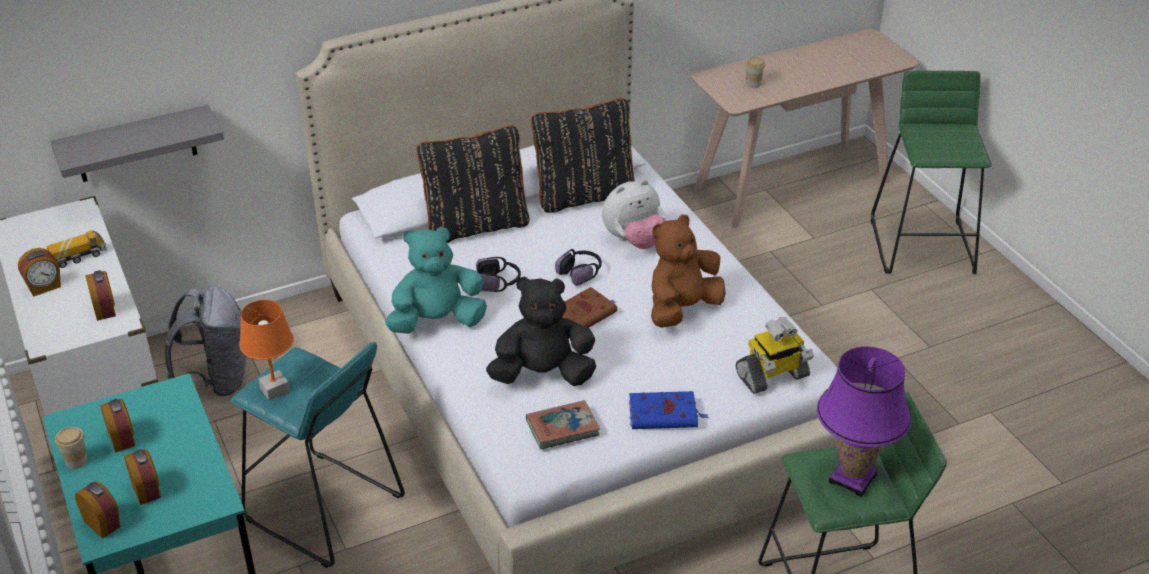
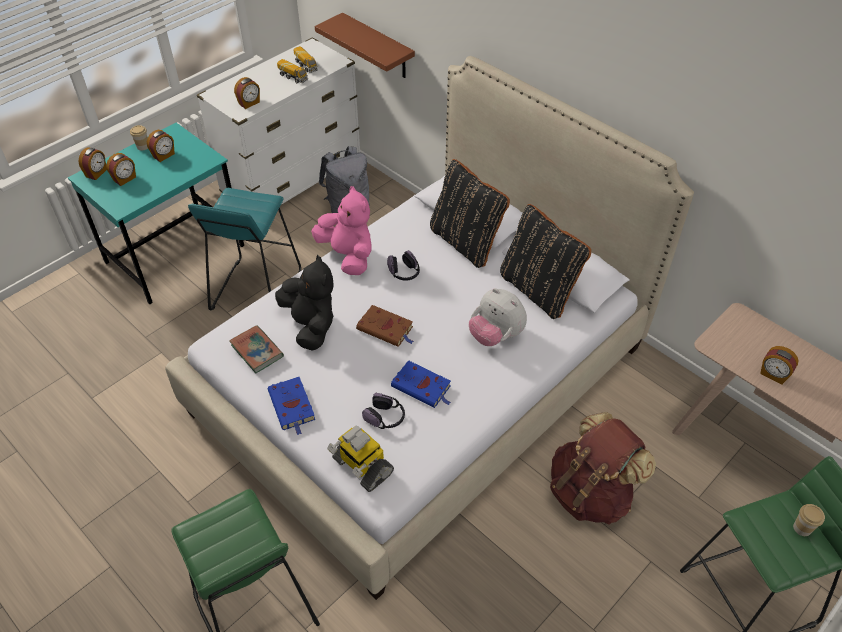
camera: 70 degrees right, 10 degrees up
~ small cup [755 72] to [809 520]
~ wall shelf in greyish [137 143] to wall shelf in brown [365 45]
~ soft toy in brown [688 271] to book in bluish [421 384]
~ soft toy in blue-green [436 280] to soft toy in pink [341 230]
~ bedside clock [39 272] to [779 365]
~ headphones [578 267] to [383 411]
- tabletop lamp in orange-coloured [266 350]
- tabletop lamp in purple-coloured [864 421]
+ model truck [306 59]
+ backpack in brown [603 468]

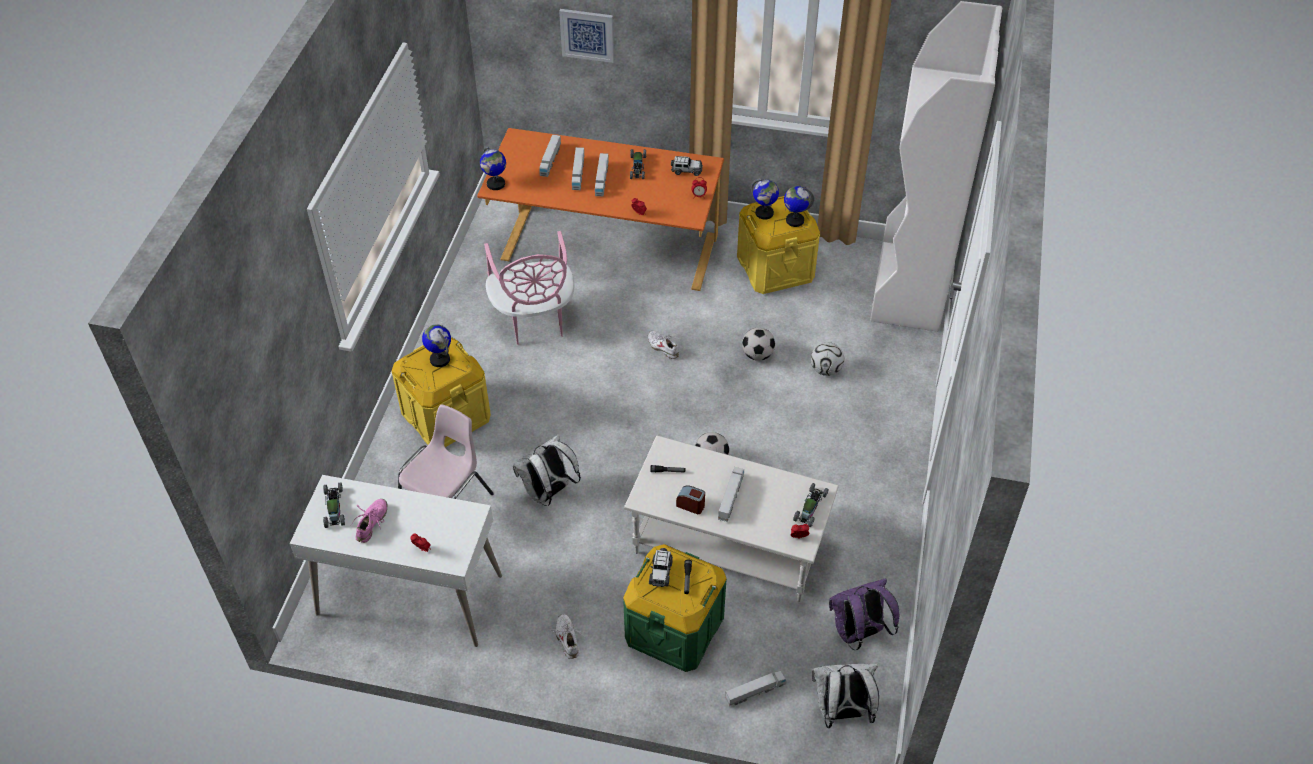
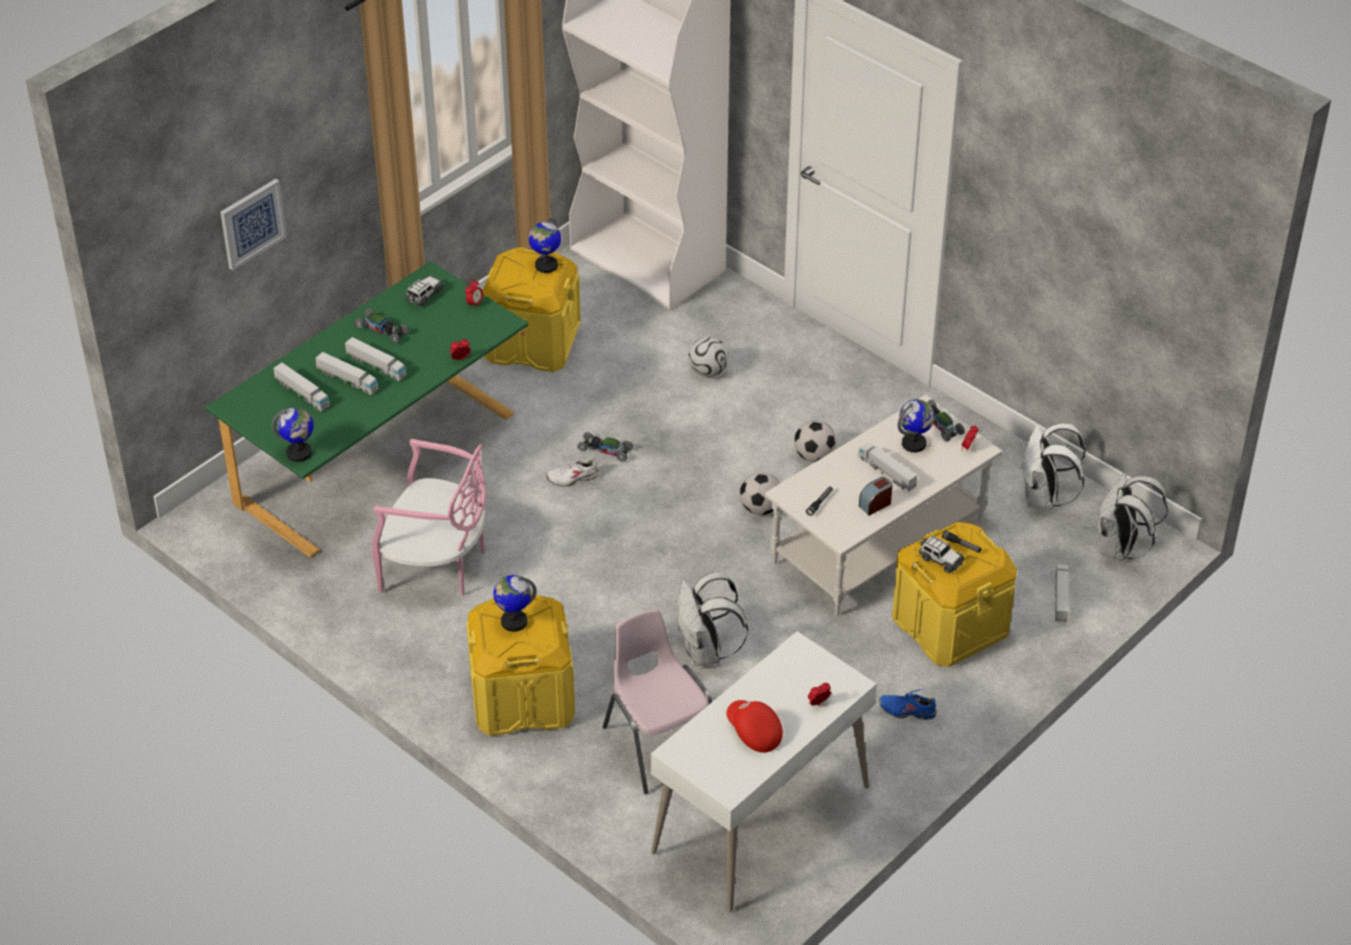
camera: 60 degrees left, 5 degrees down
~ desk in orange-coloured [600 209] to desk in green [366 409]
~ globe [765 199] to [916 426]
~ football ball [758 344] to [815 441]
~ miniature car [334 505] to [605 447]
~ item of footwear in pink [369 521] to cap in red-coloured [754 726]
~ storage bin in green [675 608] to storage bin in yellow [954 594]
~ backpack in purple-coloured [864 614] to backpack in white [1052 466]
~ item of footwear in white [567 636] to item of footwear in bluish [908 704]

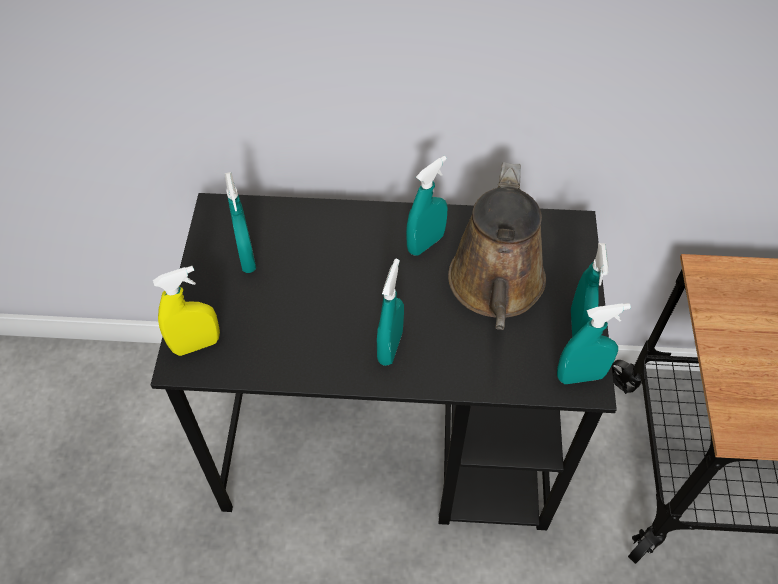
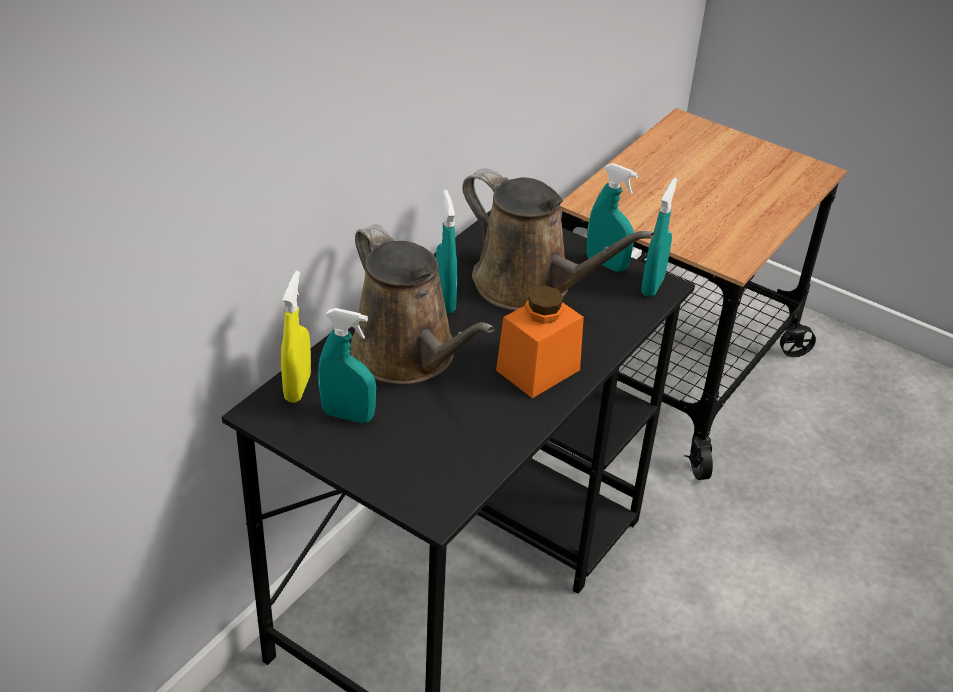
camera: 60 degrees left, 15 degrees down
~ sprayer in blue-green [390 312] to preserve jar in orange-coloured [540 342]
~ sprayer in yellow [186 311] to [296 337]
+ watering pot in brown [422 304]

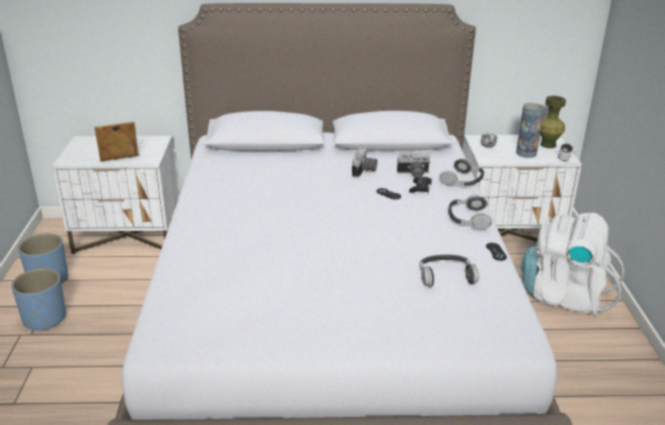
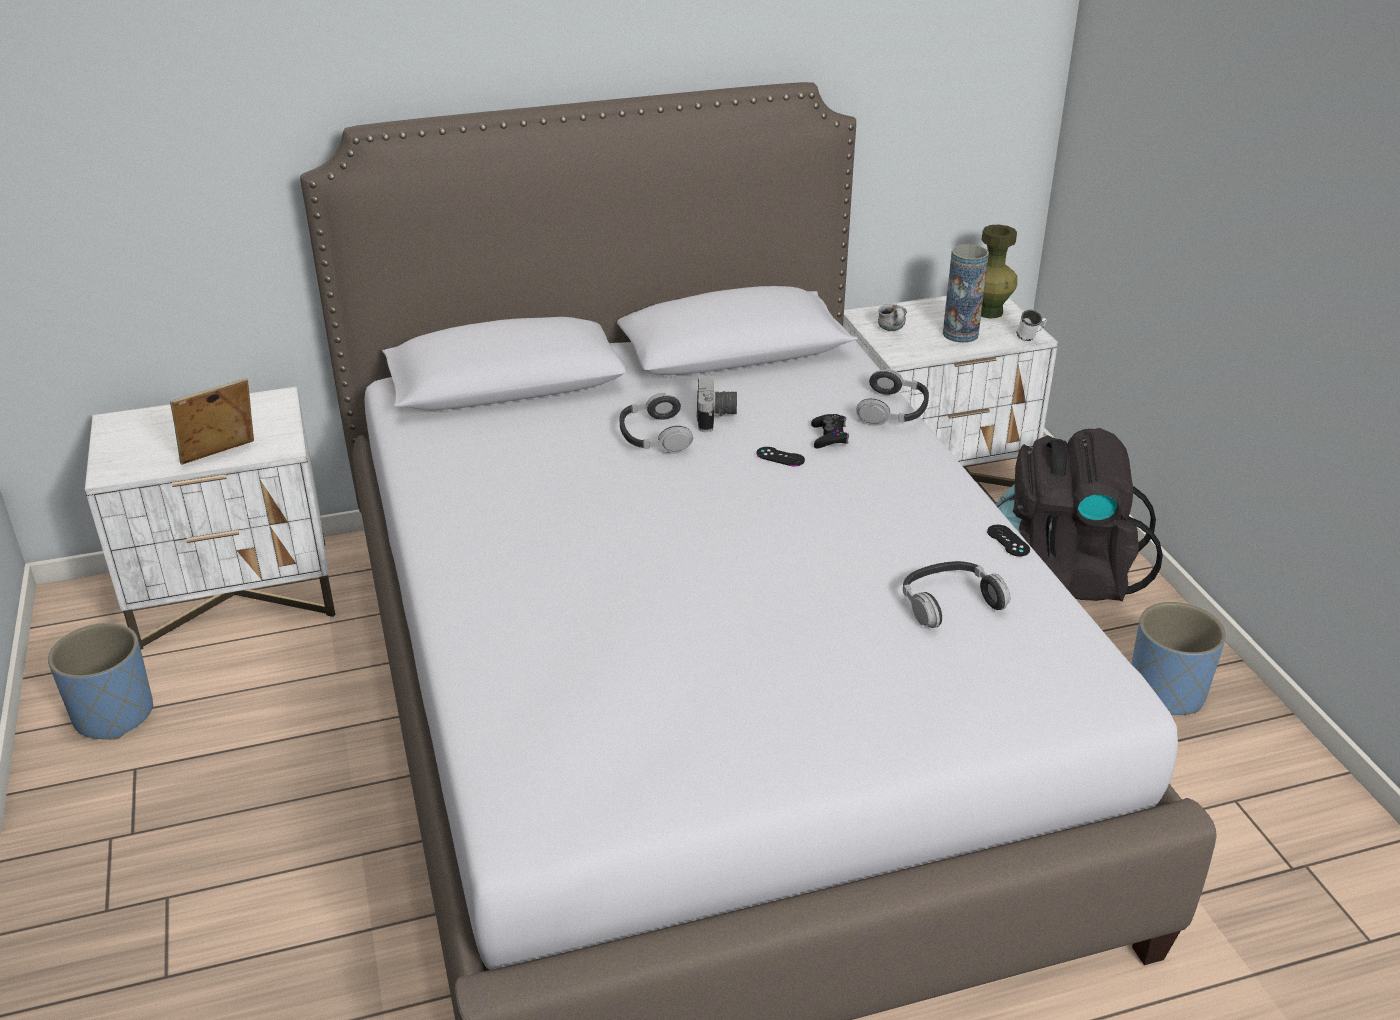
camera: 15 degrees left, 5 degrees up
- still camera [414 165]
~ headphones [470 213] to [657 423]
~ backpack in white [573 264] to backpack in blackish [1079 515]
~ plant pot in bluish [38 299] to [1179 658]

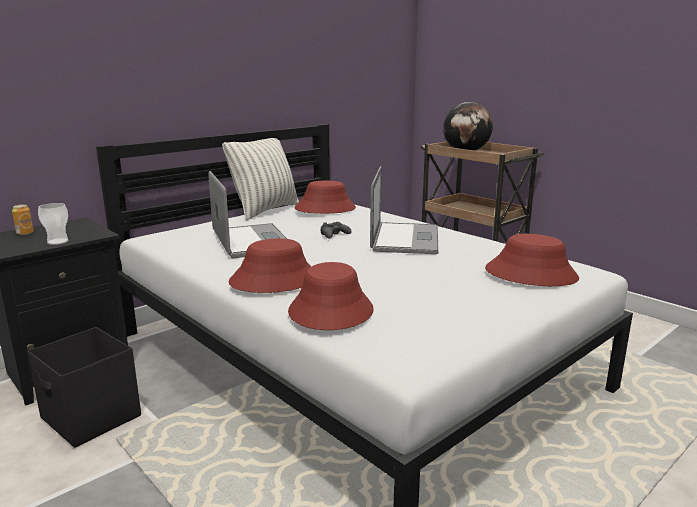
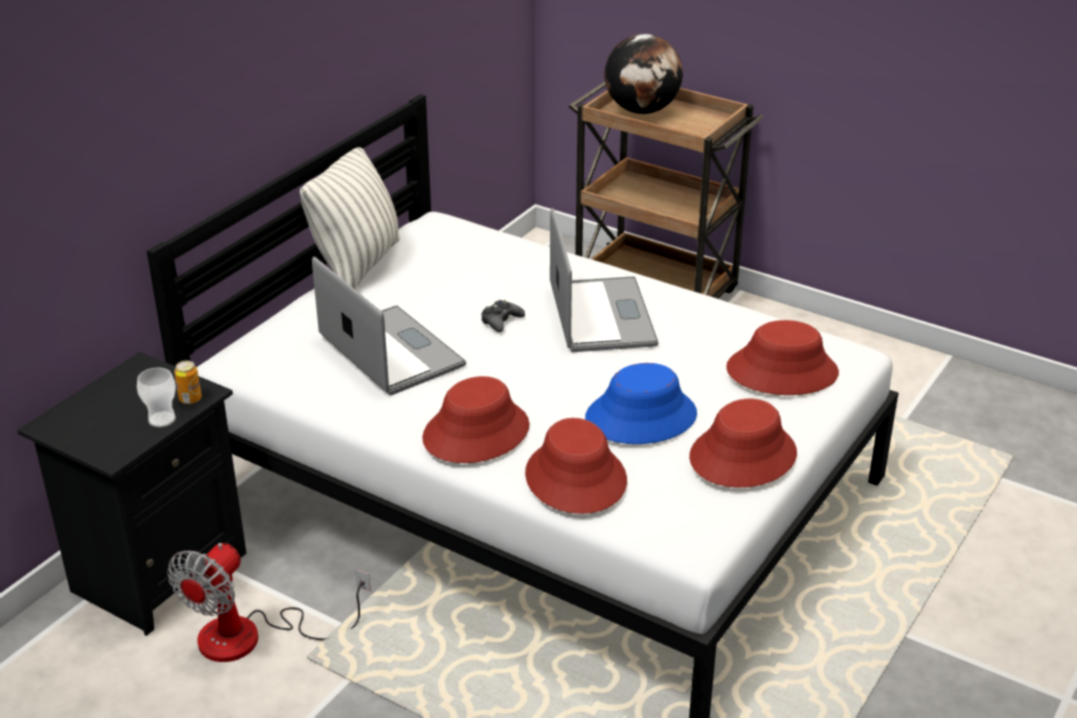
camera: 15 degrees left, 15 degrees up
~ clothing hat in red-coloured [325 197] to [743 443]
~ can [23 219] to [188 382]
~ storage bin in blackish [84 387] to cooling fan [269 602]
+ clothing hat in bluish [641 403]

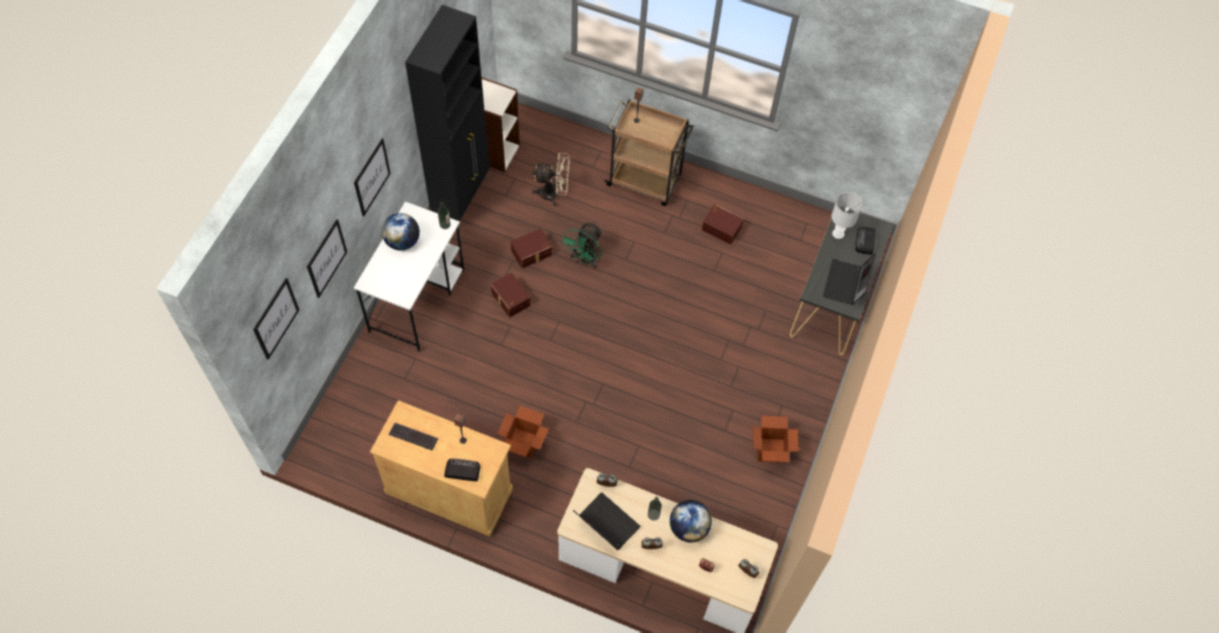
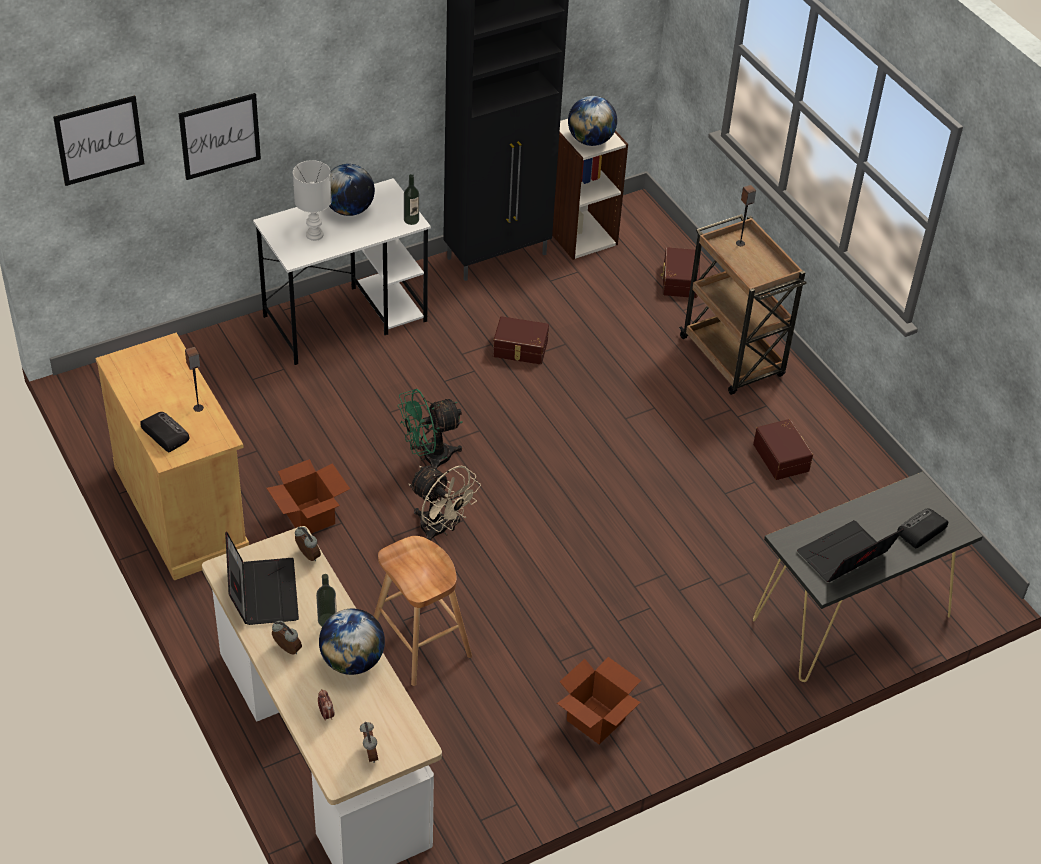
camera: 40 degrees right, 15 degrees down
- wall art [372 177]
~ cooling fan in beige [551 179] to [445 503]
~ tabletop lamp in white [847 215] to [312 200]
~ cooling fan in green [581 245] to [430 429]
~ storage bin in brown [511 295] to [680 272]
- computer keyboard [413 436]
+ globe [592 121]
+ stool in brown [423 611]

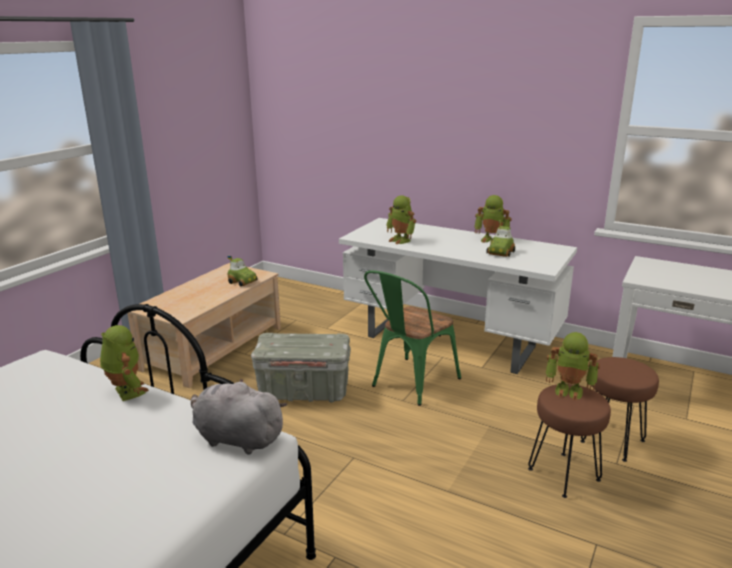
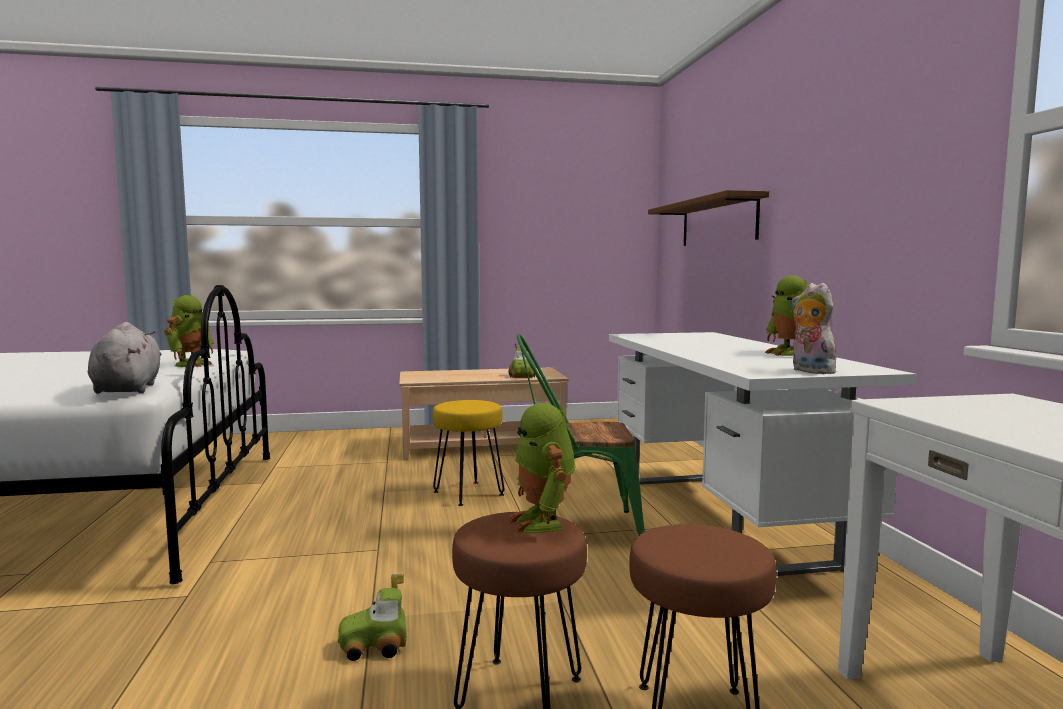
camera: 50 degrees right, 15 degrees down
- toy robot [401 219]
~ miniature car [500 238] to [372 617]
~ storage bin in greyish [301 368] to stool in yellow [468 453]
+ wall shelf in brown [708 218]
+ soft toy [817 328]

